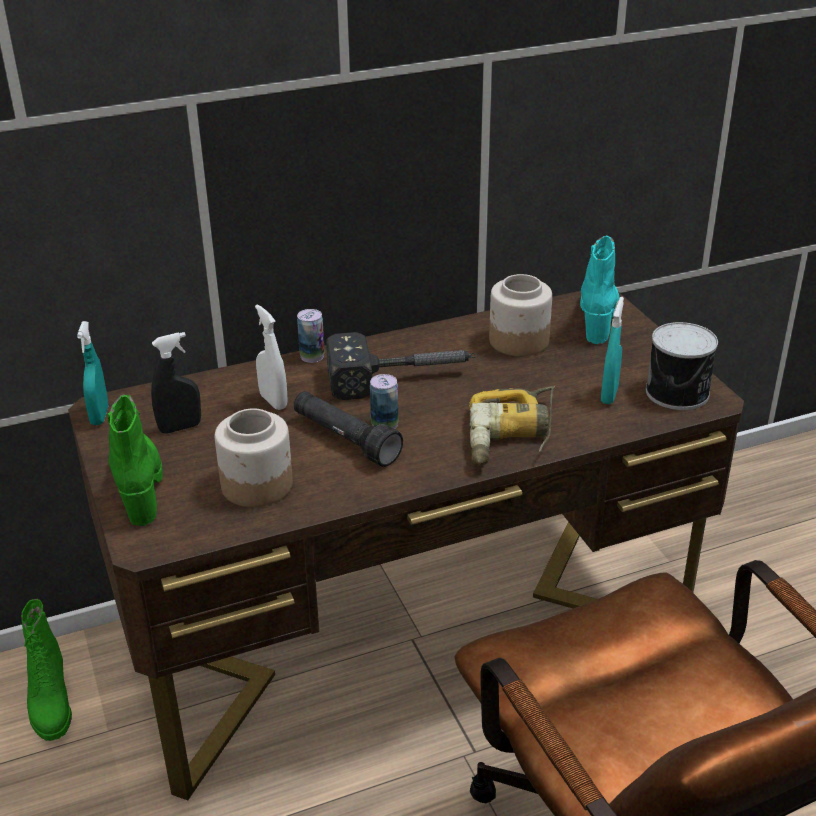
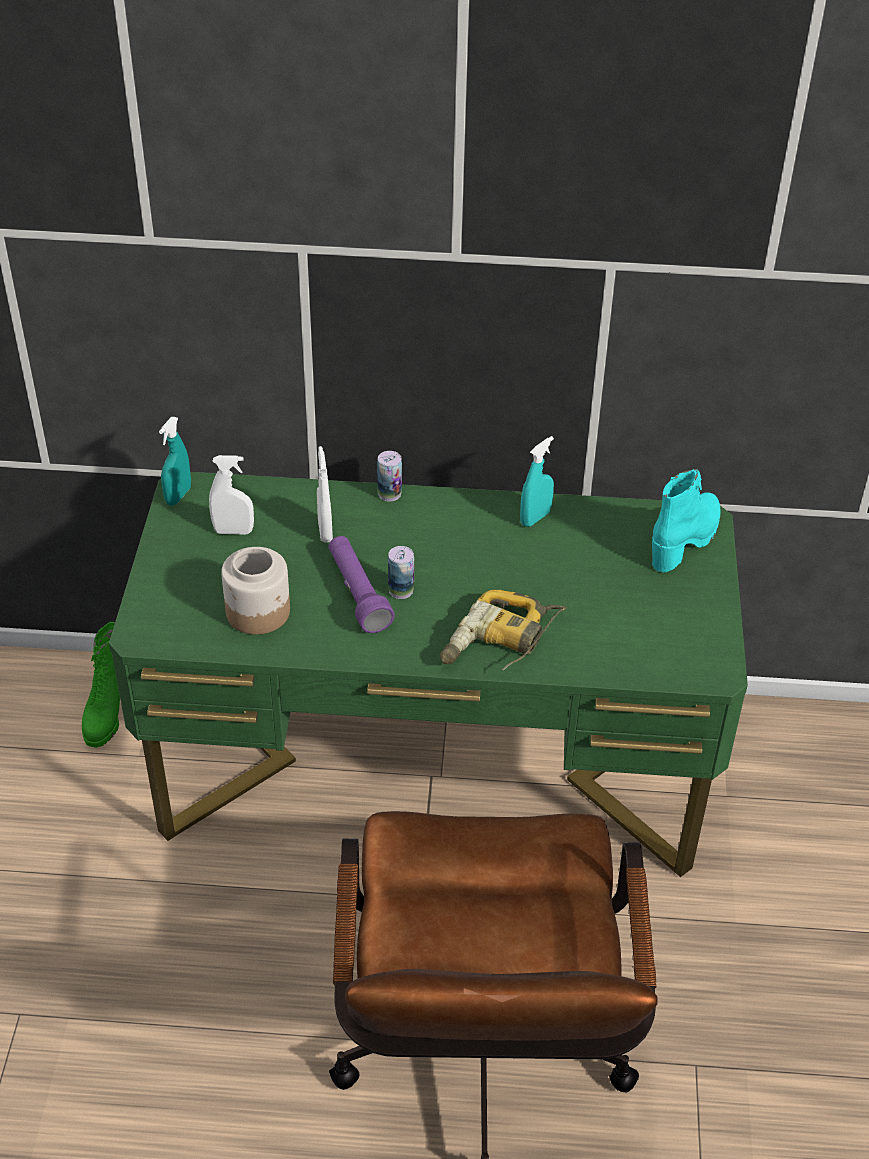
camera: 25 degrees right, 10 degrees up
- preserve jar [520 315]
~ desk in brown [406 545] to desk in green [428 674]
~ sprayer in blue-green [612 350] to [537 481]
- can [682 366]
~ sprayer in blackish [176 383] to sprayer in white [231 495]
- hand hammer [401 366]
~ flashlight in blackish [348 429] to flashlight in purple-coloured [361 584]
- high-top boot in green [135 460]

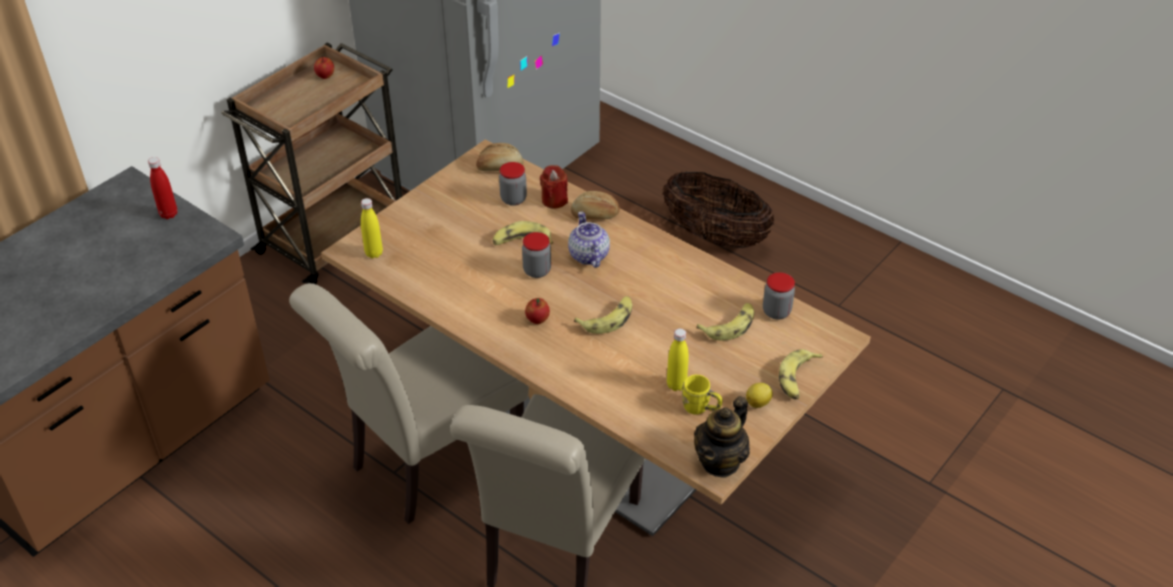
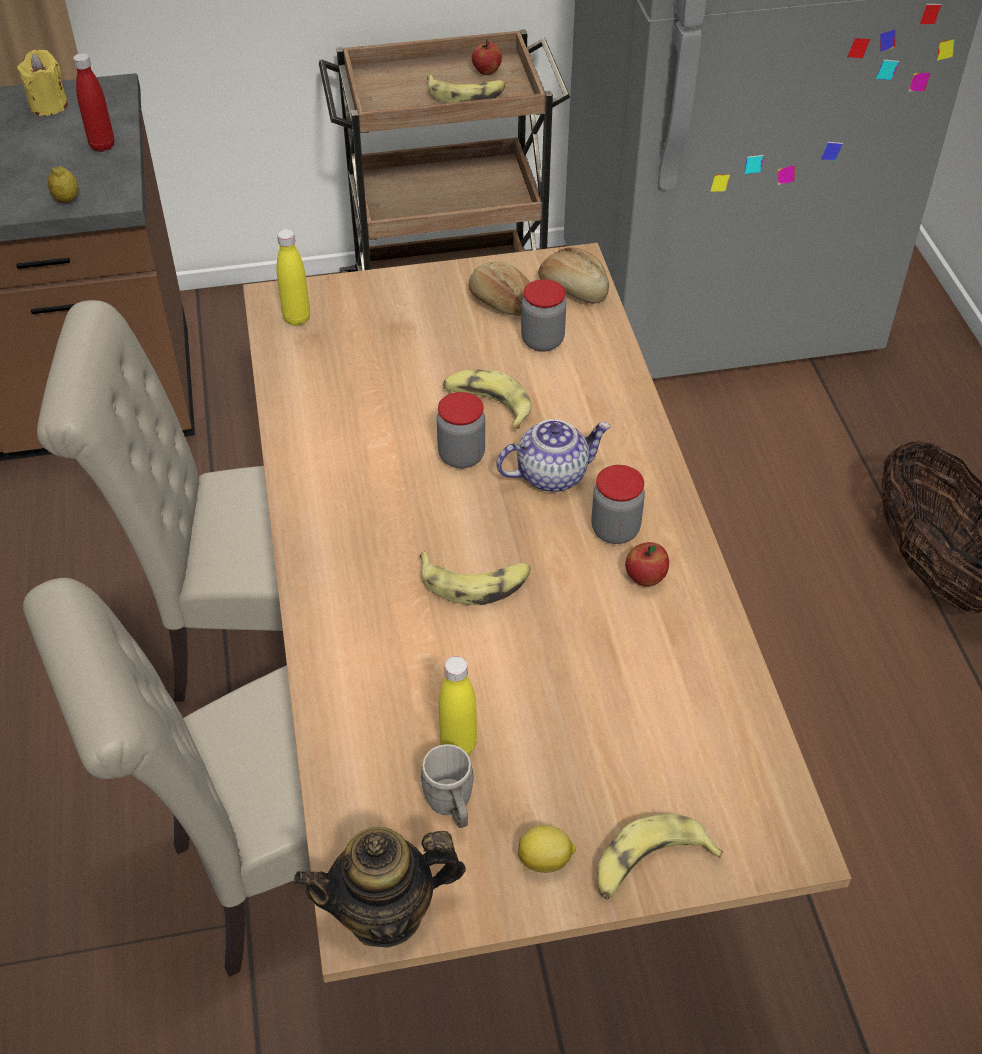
camera: 40 degrees right, 5 degrees up
- candle in red-coloured [554 187]
~ bakery bread [595 205] to [499 288]
~ tea pot [589 240] = [553 455] 45 degrees clockwise
~ preserve jar [779 295] to [618 504]
~ apple fruit [537 311] to [647 564]
~ banana [725 322] to [466 89]
~ coffee mug in yellow [702 395] to coffee mug in greyish [446 786]
+ candle in yellow [42 82]
+ lemon [63 184]

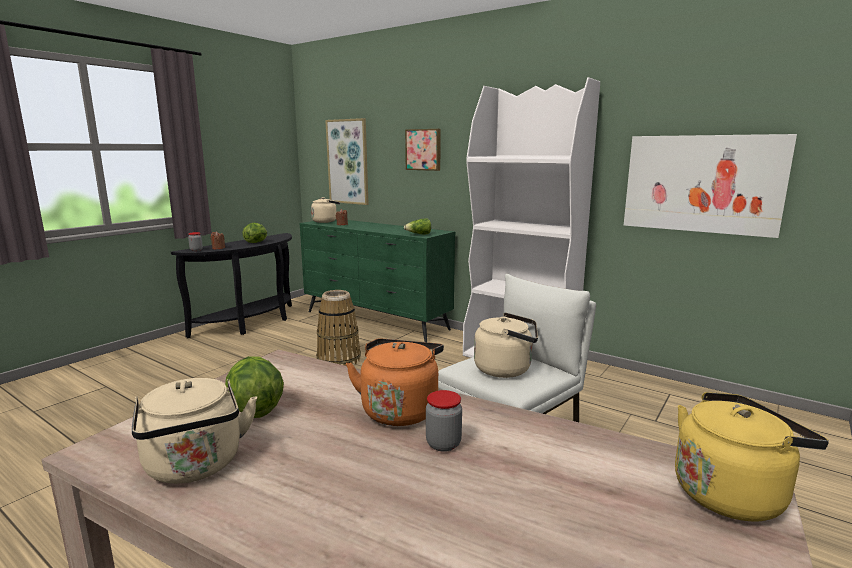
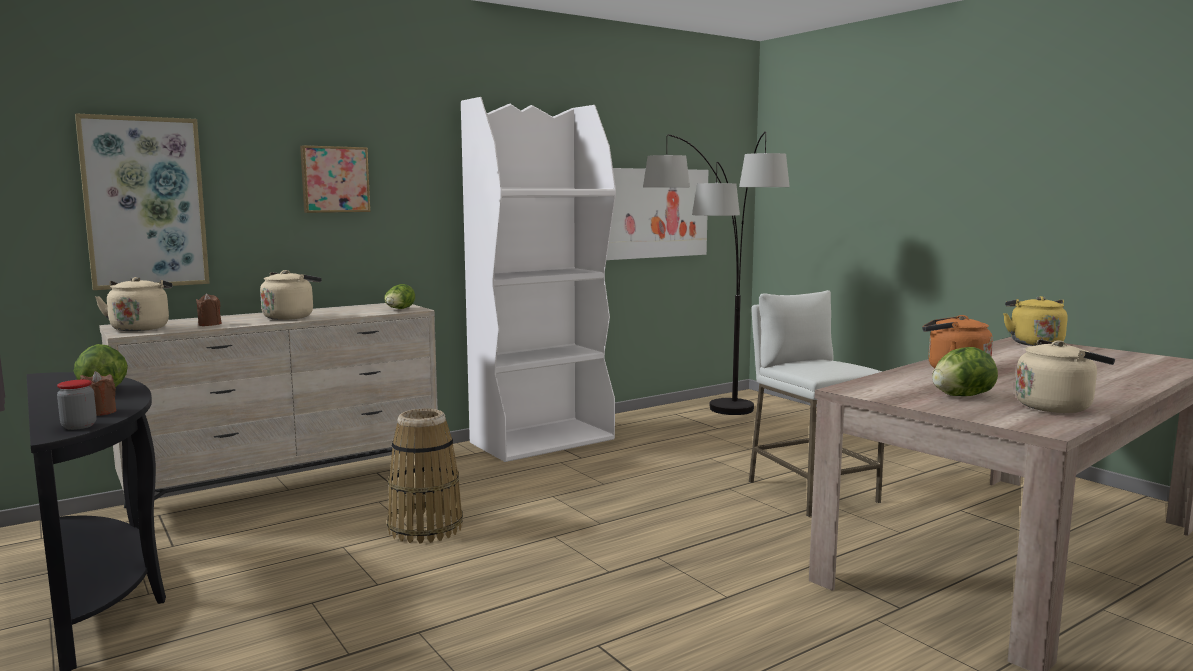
camera: 70 degrees left, 5 degrees down
~ dresser in green [377 281] to dresser in beige [268 405]
~ kettle in beige [506 345] to [291 295]
- preserve jar [444 421]
+ standard lamp [716 273]

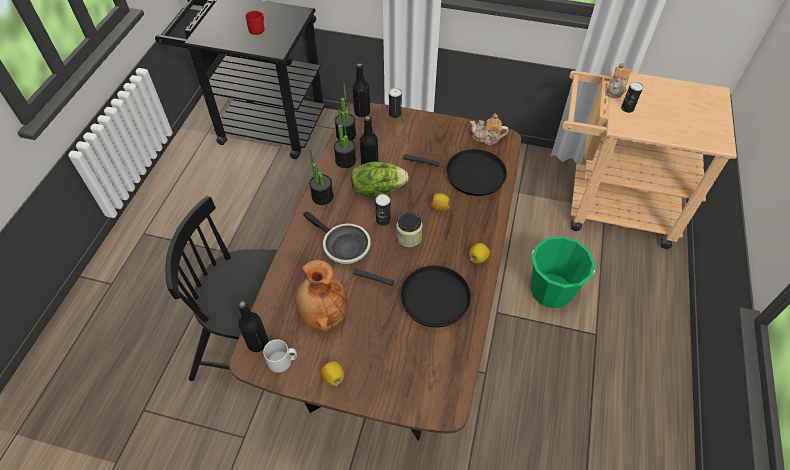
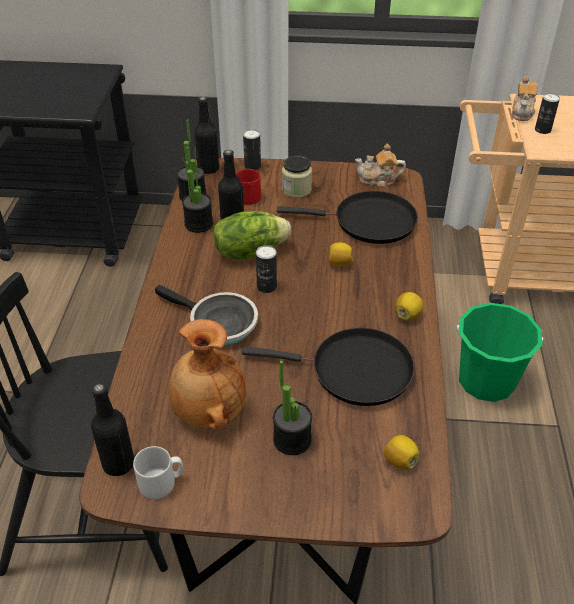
camera: 10 degrees left, 10 degrees down
~ coffee mug in red-coloured [255 23] to [248 187]
~ plant in a pot [321 177] to [292 408]
~ preserve jar [409 229] to [297 177]
~ lemon [332 373] to [401 452]

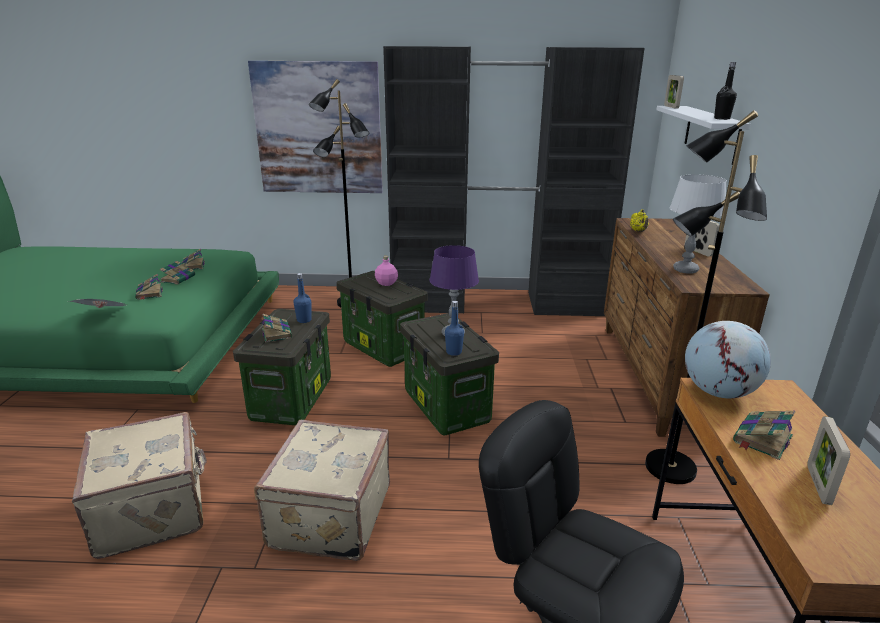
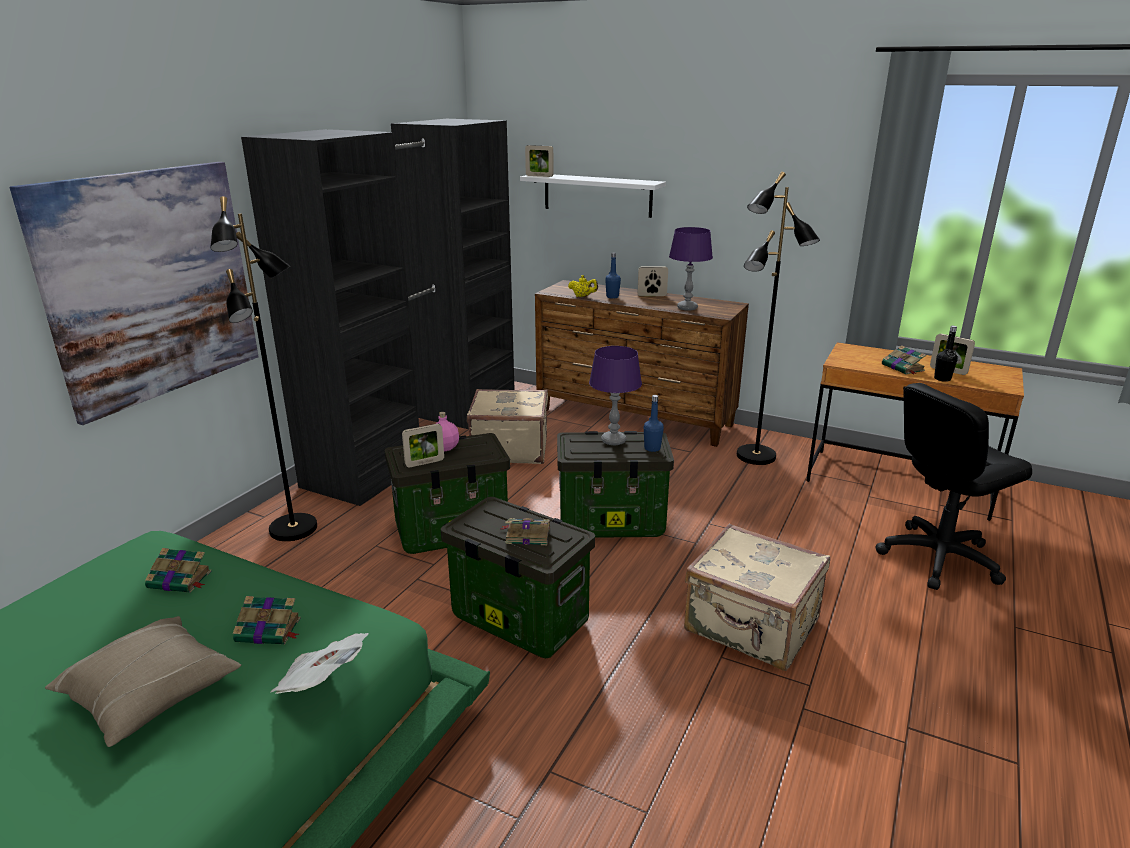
camera: 65 degrees left, 0 degrees up
~ bottle in blackish [725 91] to [946 354]
~ tabletop lamp in white [698 224] to tabletop lamp in purple-coloured [691 269]
- book [177 273]
~ bottle in bluish [302 298] to [613 275]
- globe [728 359]
~ suitcase in beige [139 485] to [507 426]
+ picture frame [423 445]
+ pillow in beige [143 681]

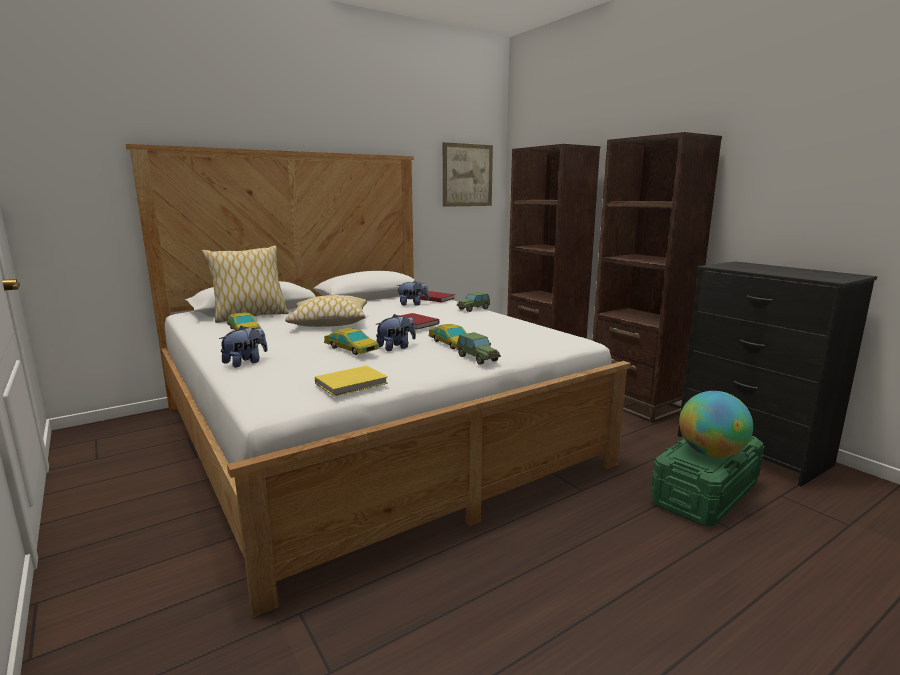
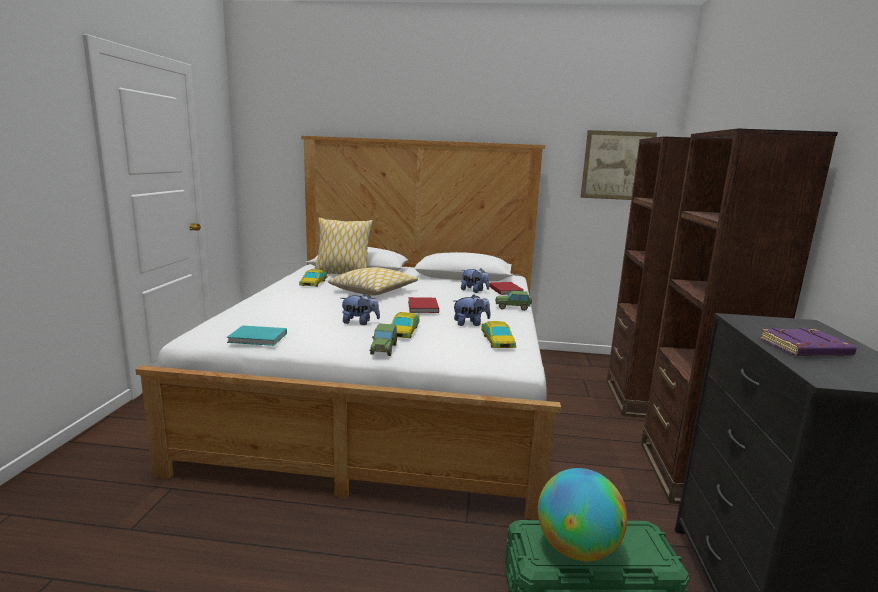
camera: 40 degrees right, 0 degrees up
~ soft toy [243 347] to [472 310]
~ miniature car [352 341] to [498 334]
~ book in yellow [351 381] to book in blue-green [257 335]
+ book in purple-coloured [808 342]

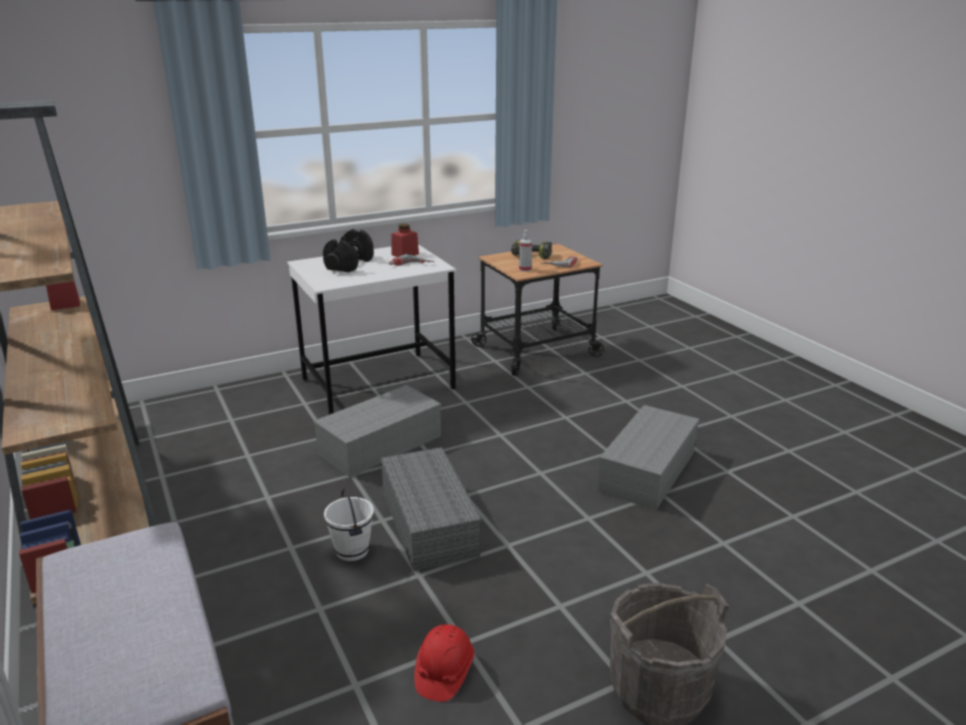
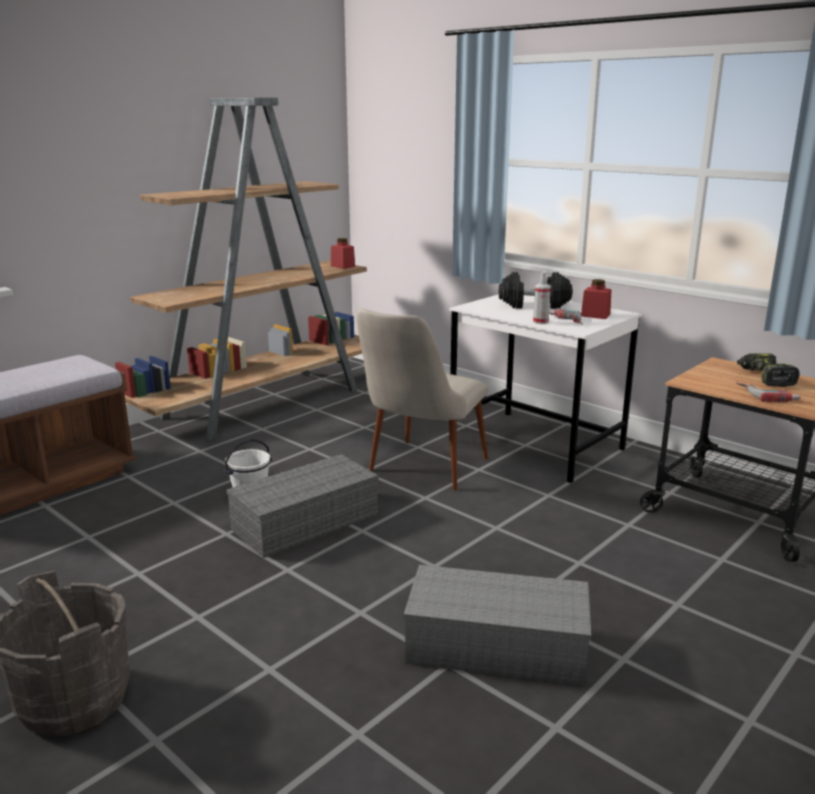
camera: 70 degrees right, 5 degrees down
~ sprayer [525 251] to [542 297]
~ storage bin in greyish [377 431] to upright chair in beige [422 400]
- safety helmet in red-coloured [444 663]

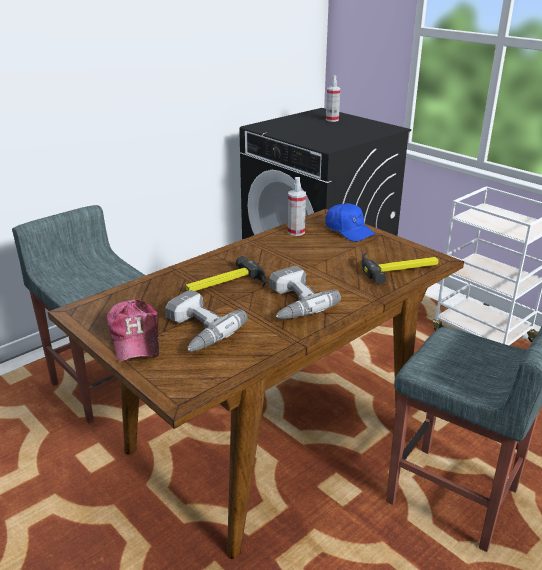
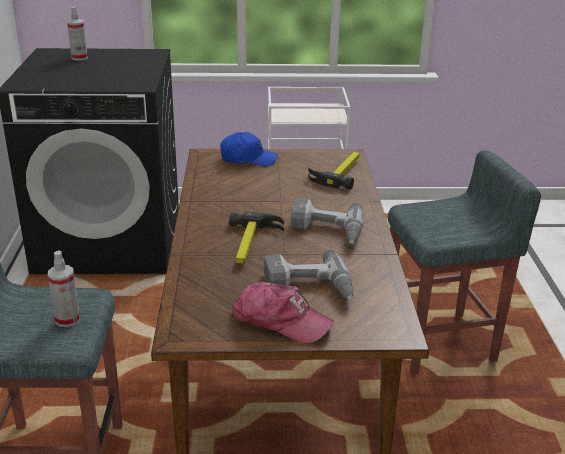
camera: 50 degrees left, 0 degrees up
~ sprayer [297 206] to [64 288]

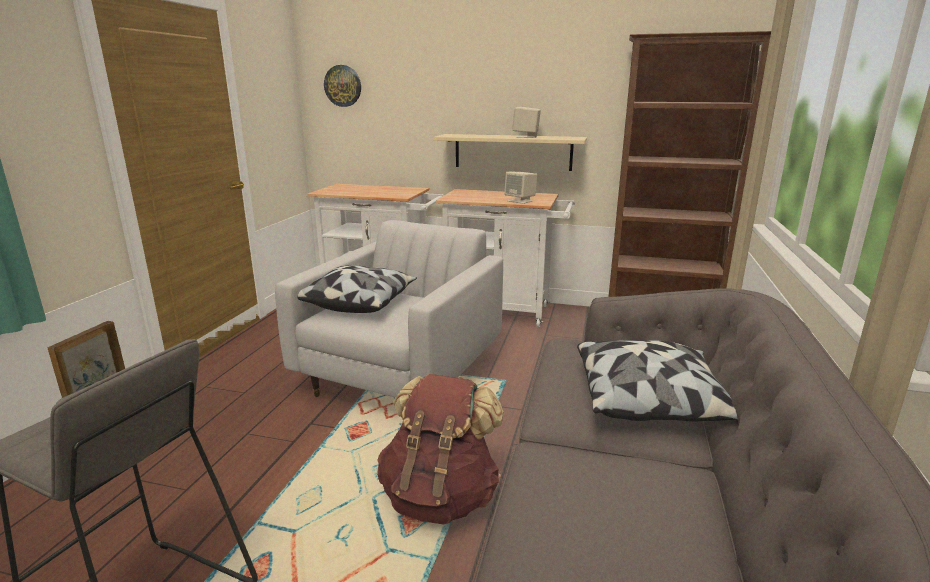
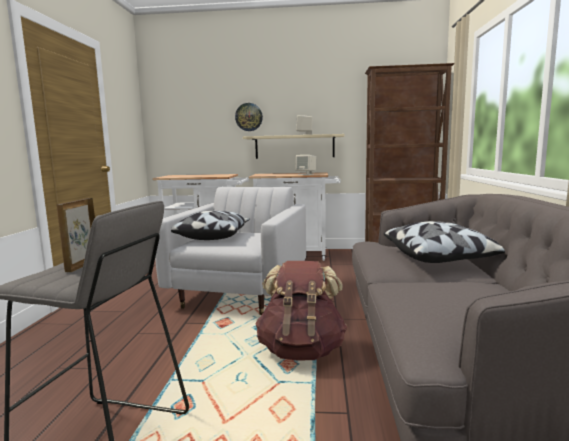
camera: 10 degrees left, 10 degrees down
~ wall clock [342 86] to [249 117]

